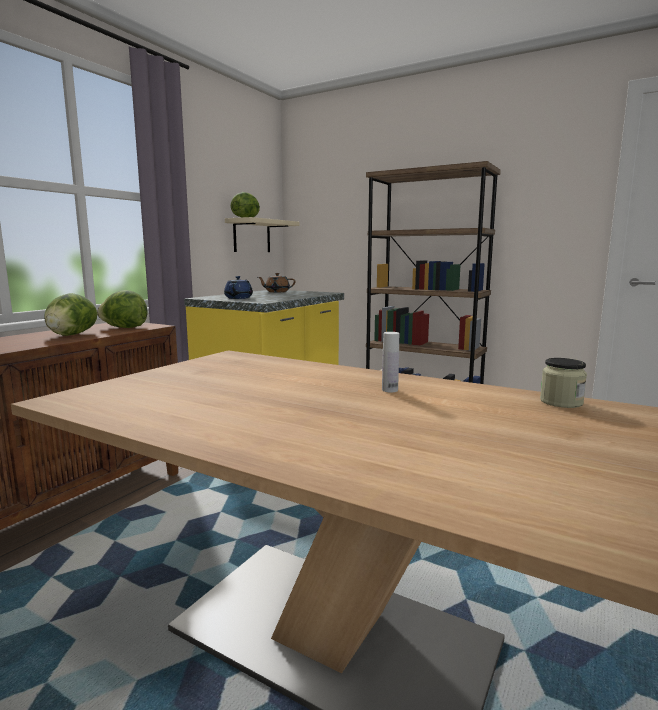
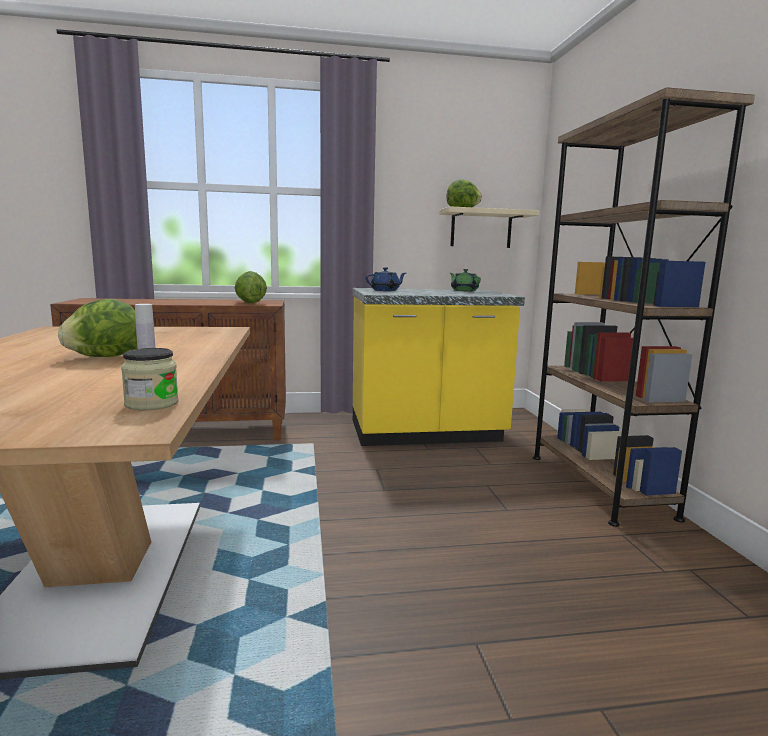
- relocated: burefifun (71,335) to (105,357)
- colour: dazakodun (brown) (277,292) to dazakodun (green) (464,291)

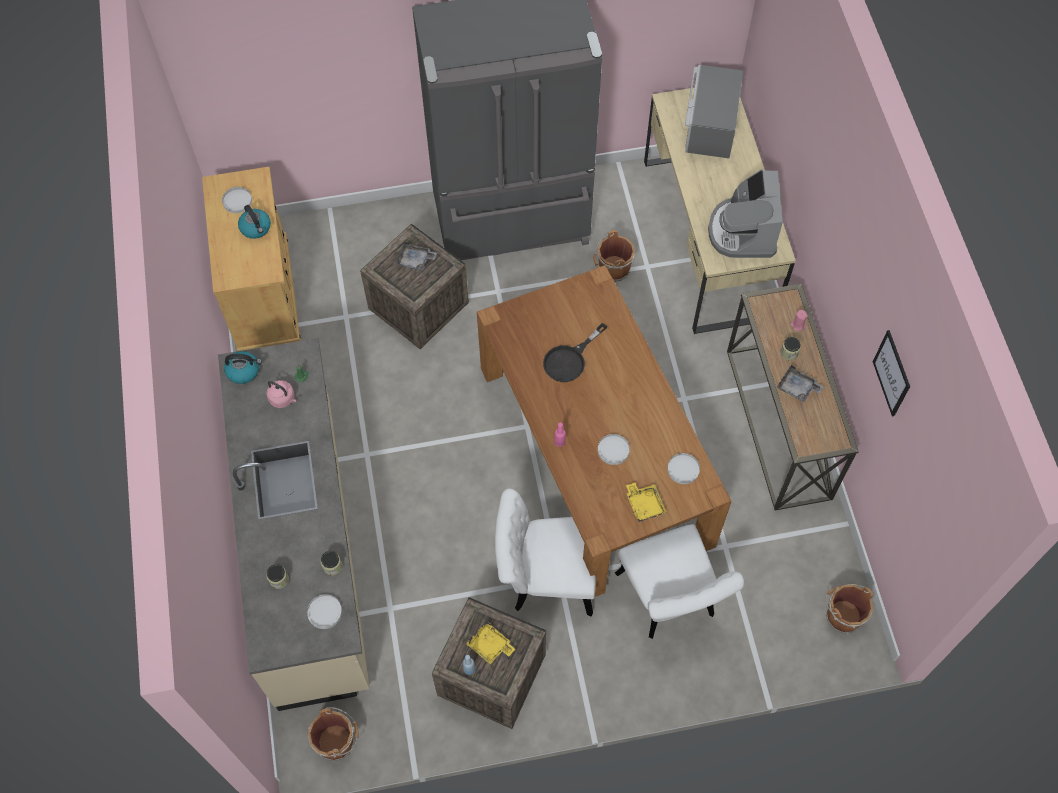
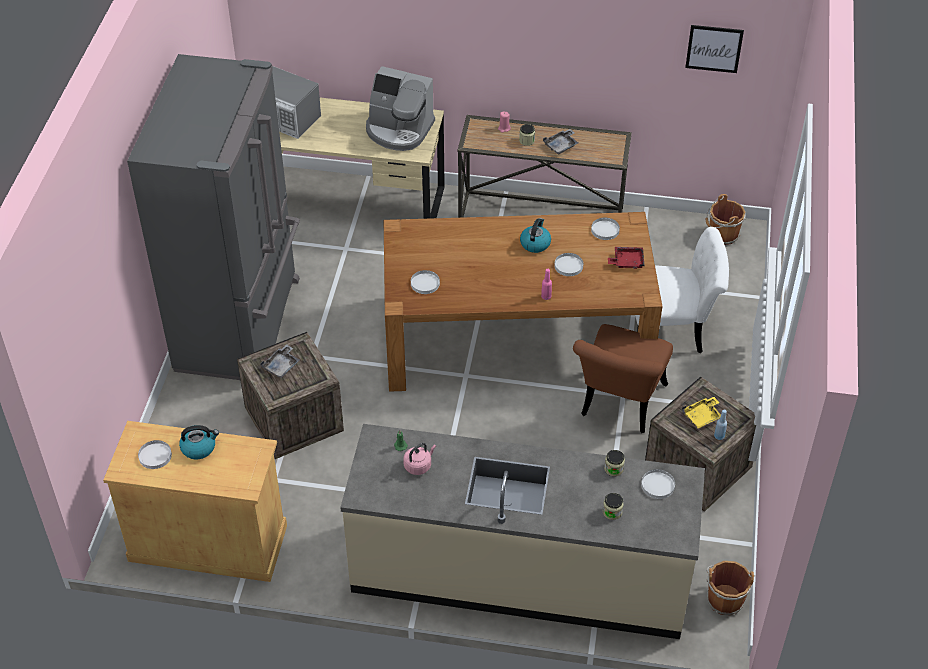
- relocated: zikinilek (244,371) to (535,243)
- colour: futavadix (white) (544,577) to futavadix (brown) (619,405)
- missing: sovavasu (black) (569,360)
- missing: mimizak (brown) (612,269)
- colour: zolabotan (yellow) (644,504) to zolabotan (red) (627,261)
- relocated: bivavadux (891,373) to (714,48)
- appeared: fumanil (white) (425,283)

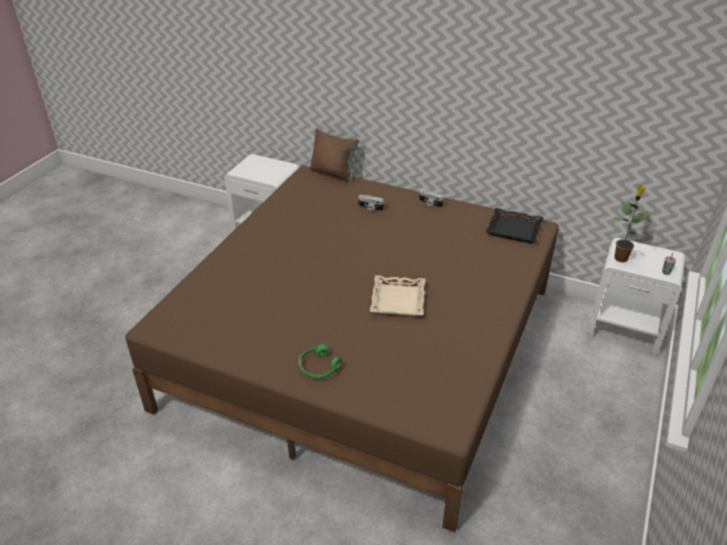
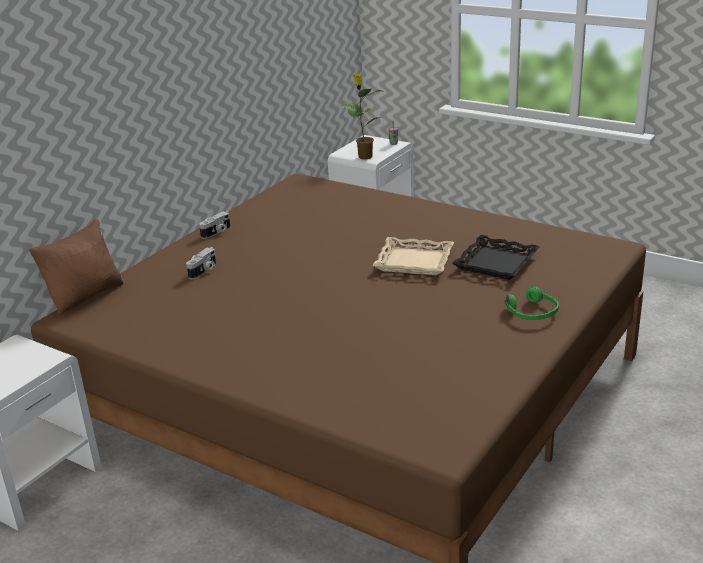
- relocated: zolabotan (black) (513,230) to (496,263)

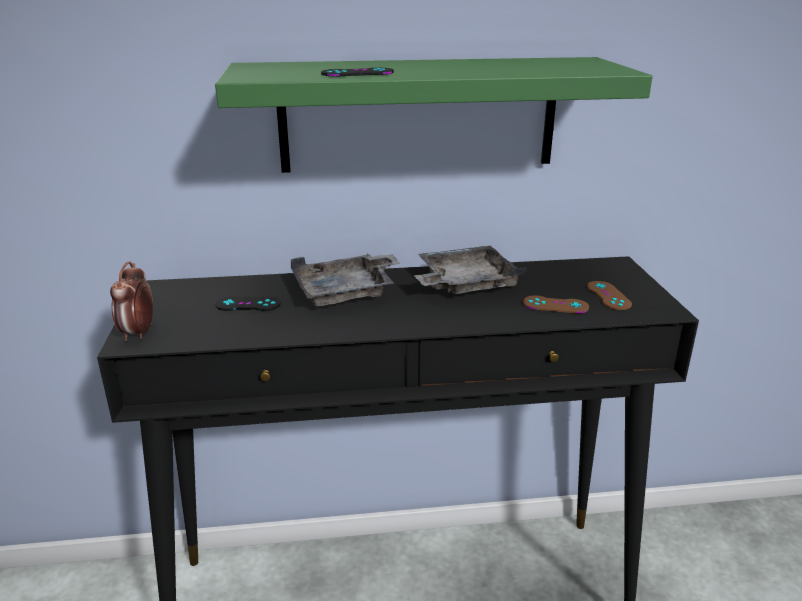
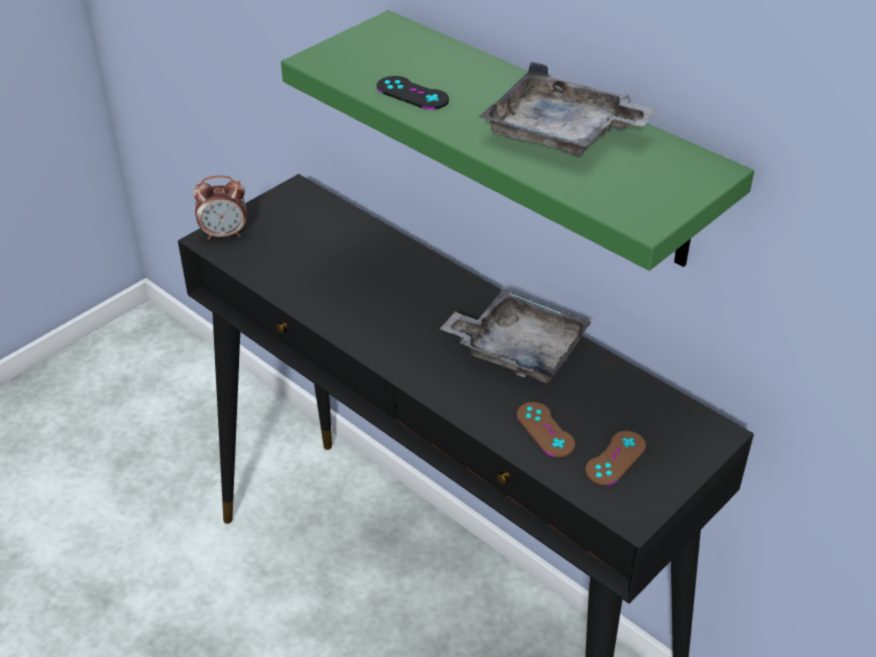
- spun: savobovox (138,333) = (224,234) 150 degrees counterclockwise
- missing: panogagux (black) (248,304)
- relocated: zolabotan (grey) (346,293) to (561,133)

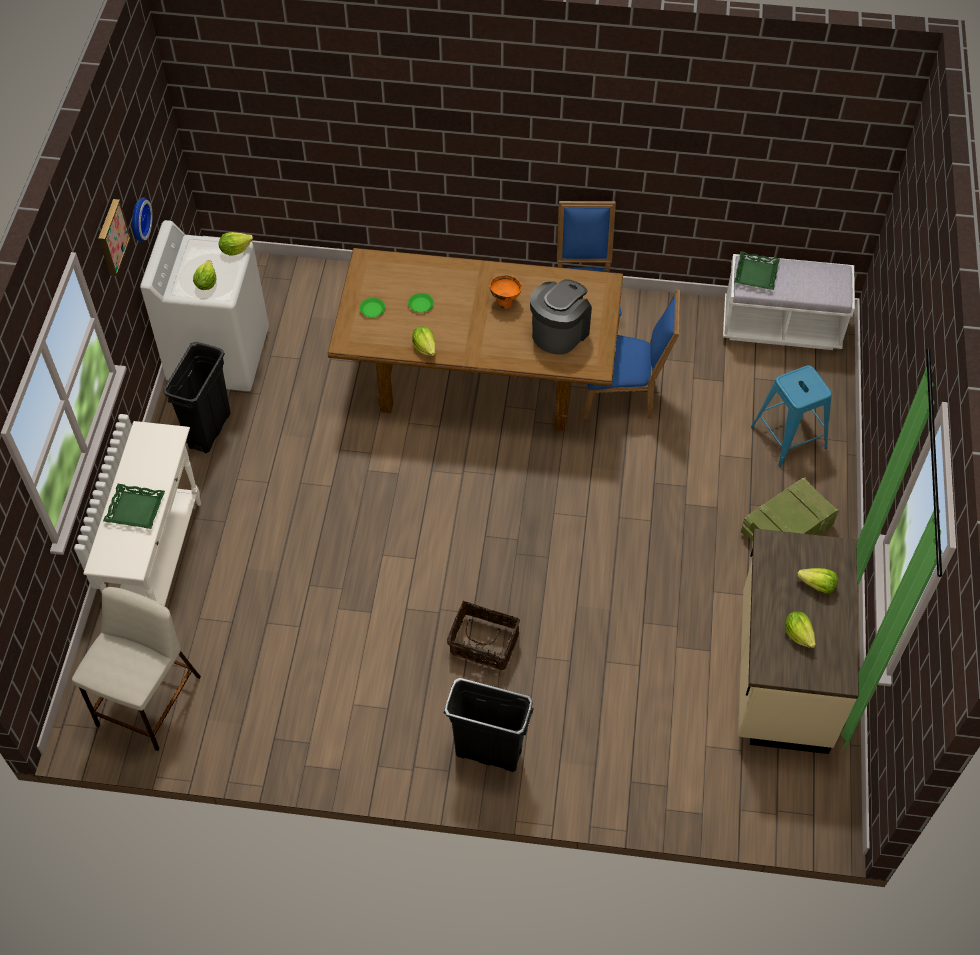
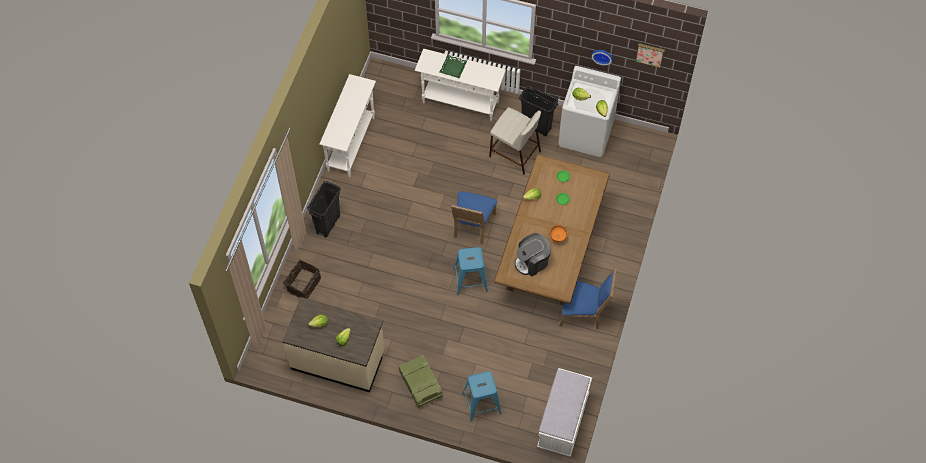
- relocated: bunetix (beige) (148,702) to (514,153)
- relocated: bivavadux (111,237) to (650,54)
- relocated: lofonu (483,645) to (303,284)
- spun: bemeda (559,332) = (532,262) 105 degrees clockwise
- relocated: futavadix (blue) (623,395) to (472,227)
- missing: zolabotan (green) (755,274)
- appeared: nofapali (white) (351,144)
- appeared: bunetix (blue) (470,279)

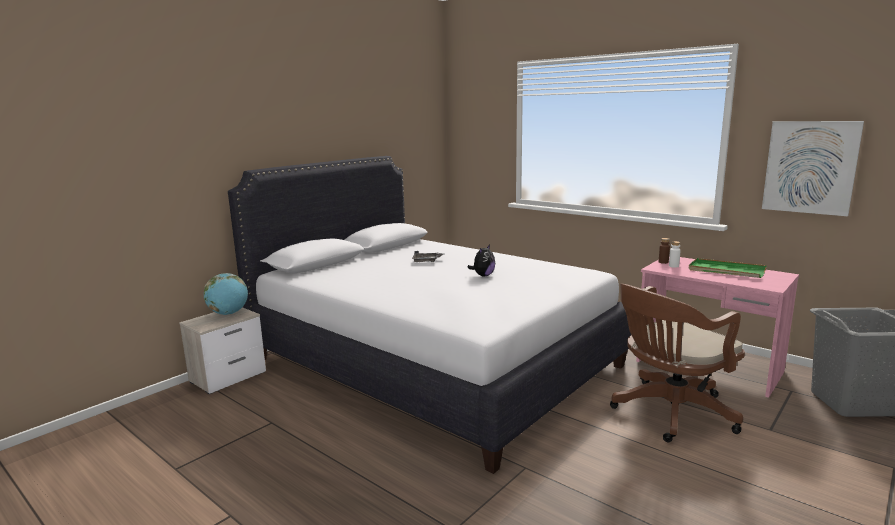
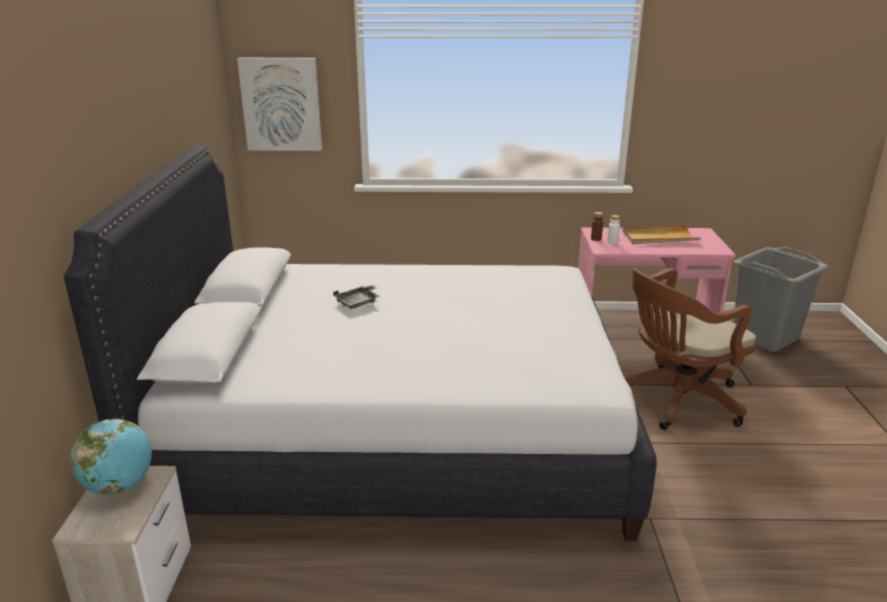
- missing: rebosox (483,275)
- spun: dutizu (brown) (669,413) = (675,400) 45 degrees clockwise
- colour: zolabotan (green) (726,271) to zolabotan (beige) (659,238)
- relocated: bivavadux (810,167) to (281,104)

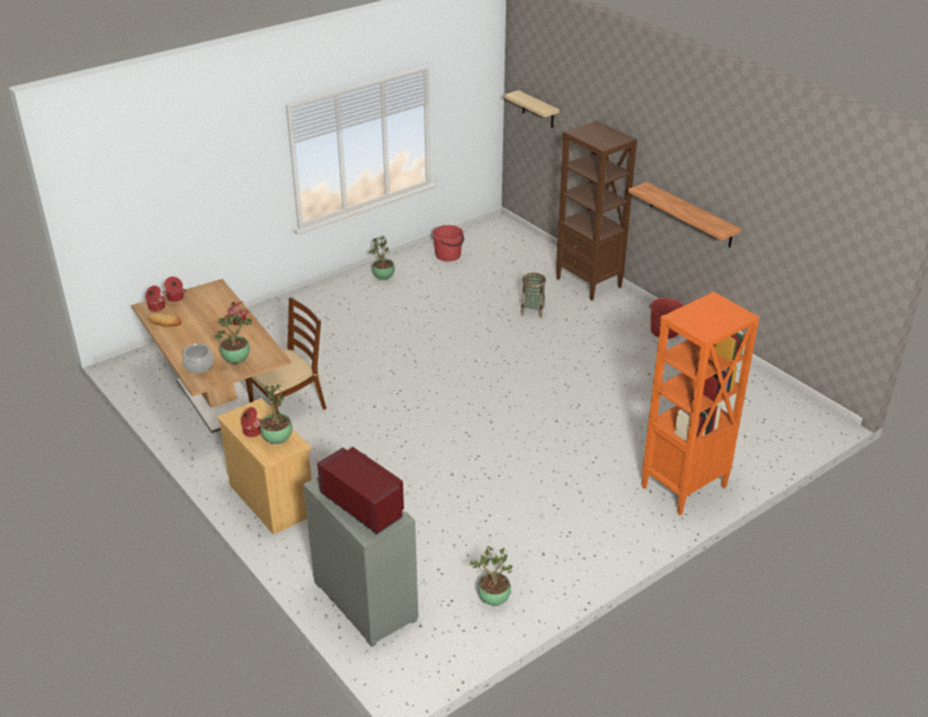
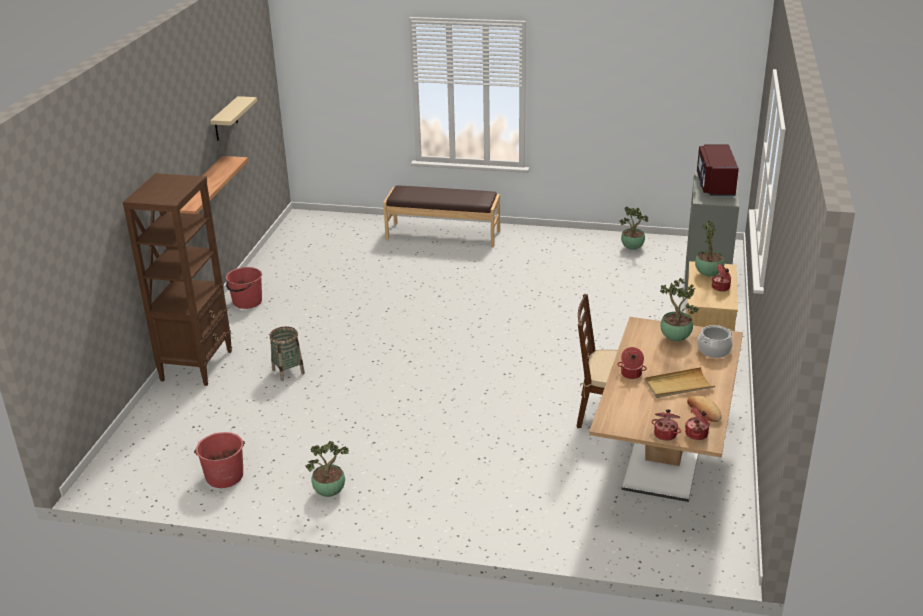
- relocated: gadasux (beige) (538,109) to (225,119)
- exchanged: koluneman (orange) (683,487) to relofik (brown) (443,234)
- appeared: zolabotan (beige) (678,385)

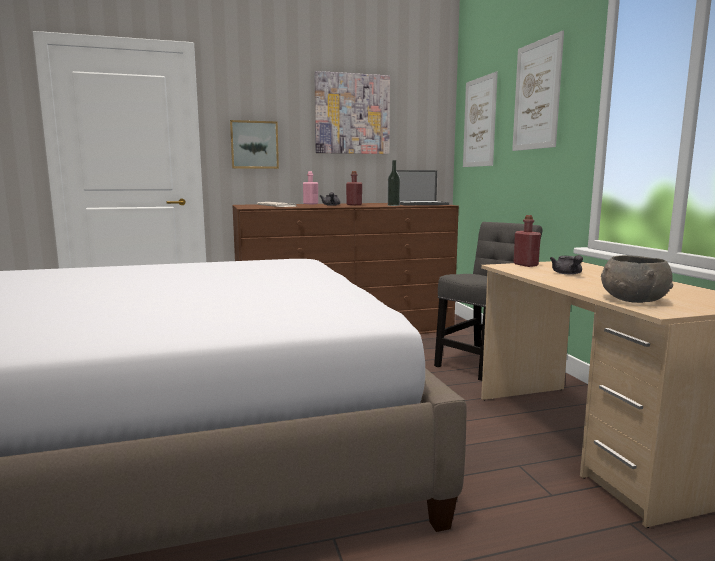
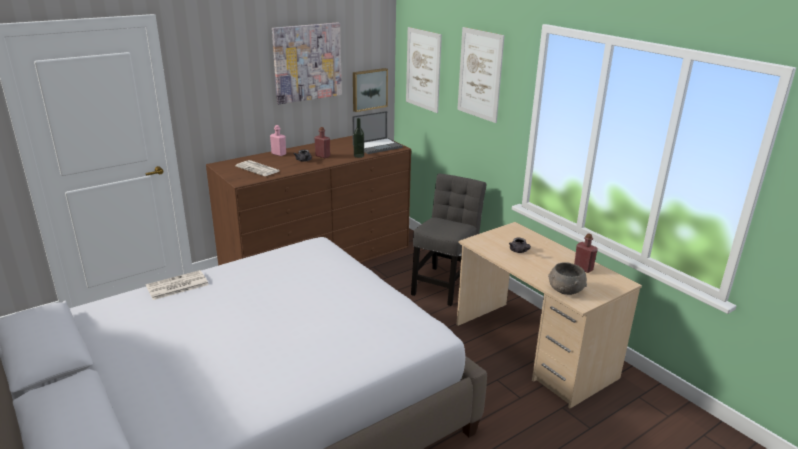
- relocated: bivavadux (254,145) to (369,89)
- relocated: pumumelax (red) (525,265) to (583,268)
- appeared: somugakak (176,286)

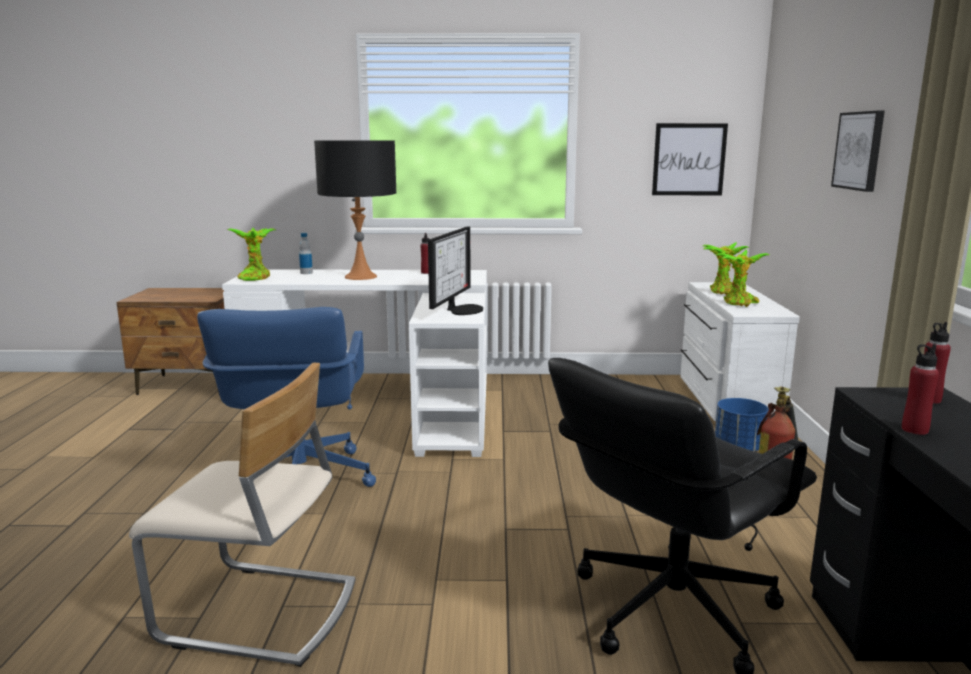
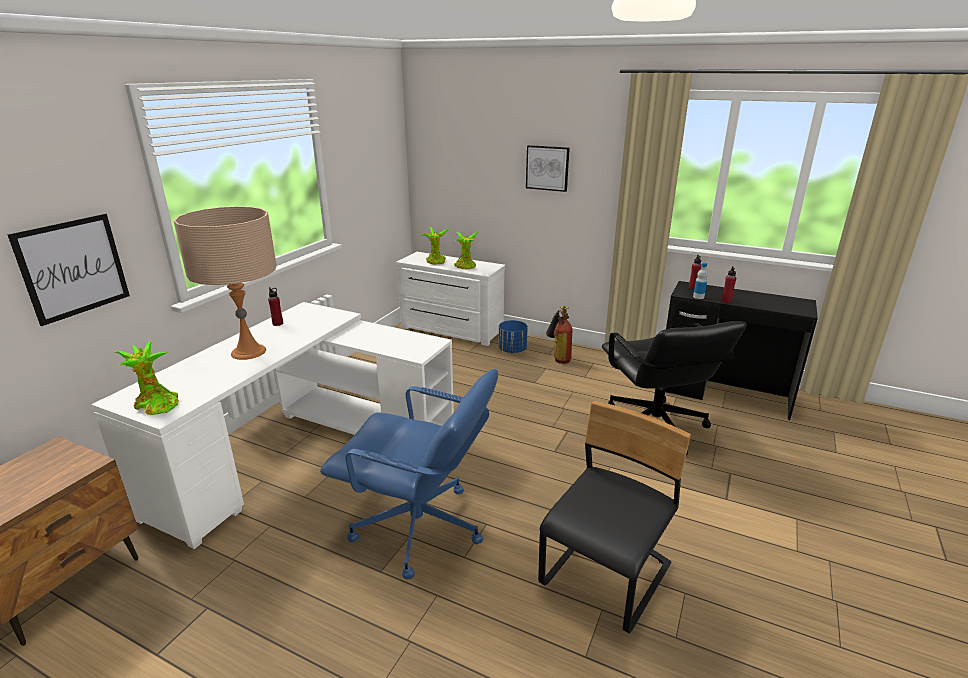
- colour: futavadix (beige) (258,613) to futavadix (black) (607,577)
- relocated: pumumelax (306,273) to (698,297)
- colour: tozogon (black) (360,277) to tozogon (beige) (248,352)
- missing: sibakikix (462,309)
- relocated: bivavadux (689,159) to (73,267)

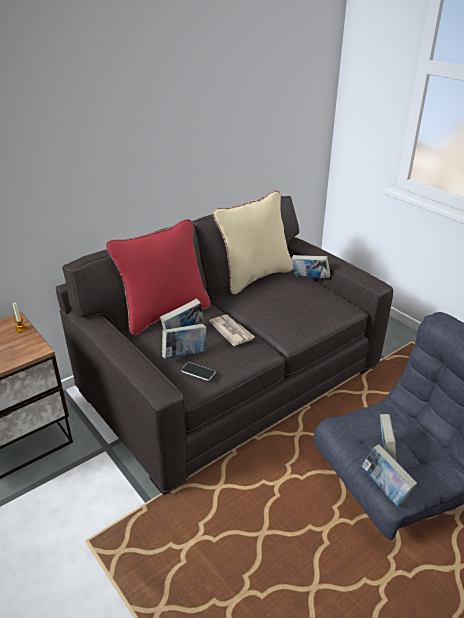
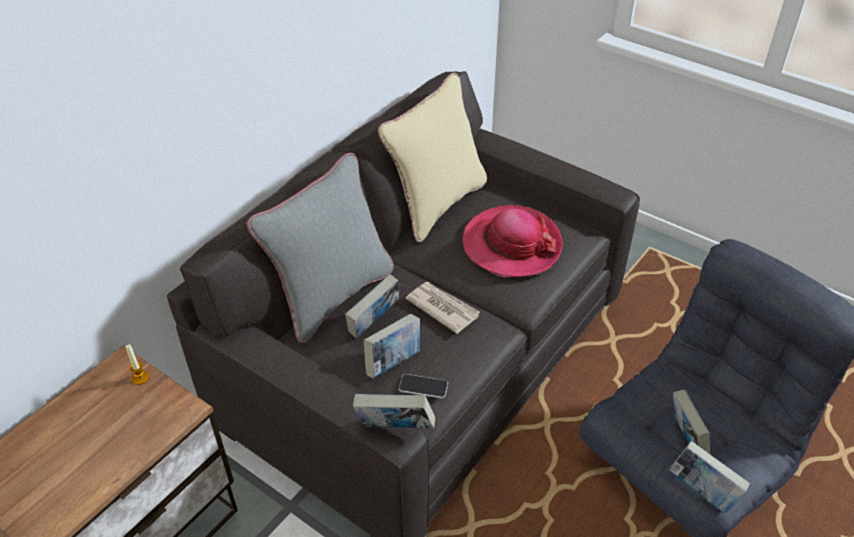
- colour: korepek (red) (164,313) to korepek (grey) (332,295)
- relocated: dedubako (309,279) to (395,429)
- appeared: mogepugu (511,244)

